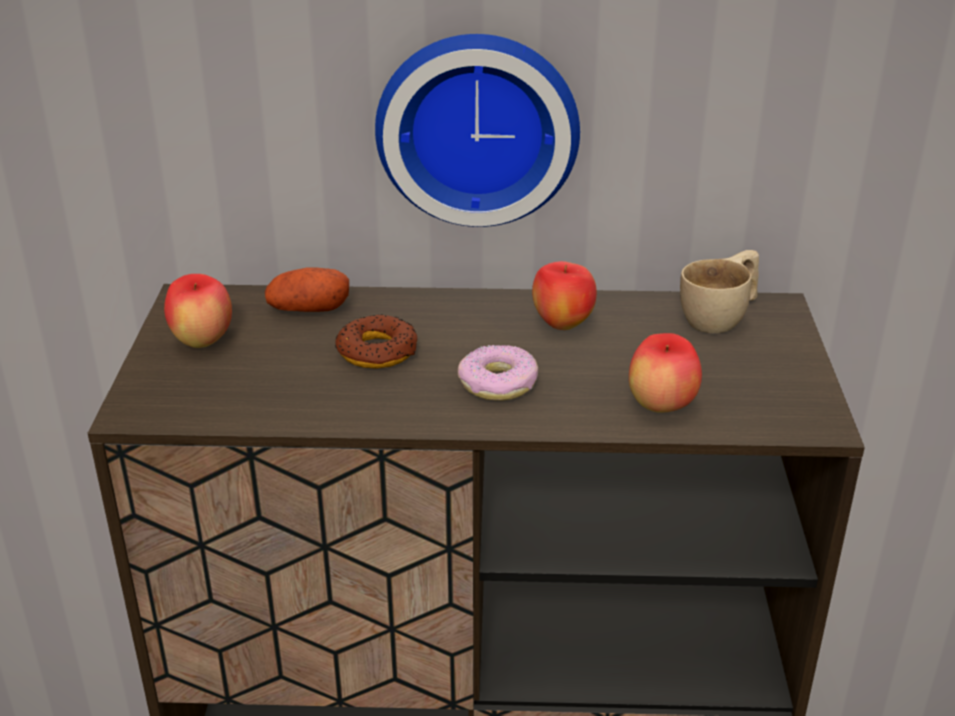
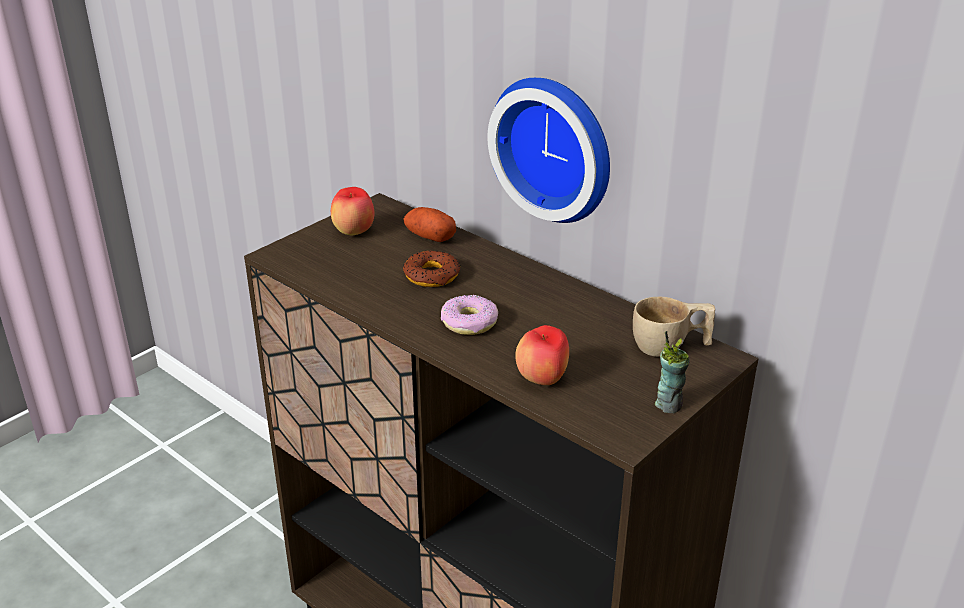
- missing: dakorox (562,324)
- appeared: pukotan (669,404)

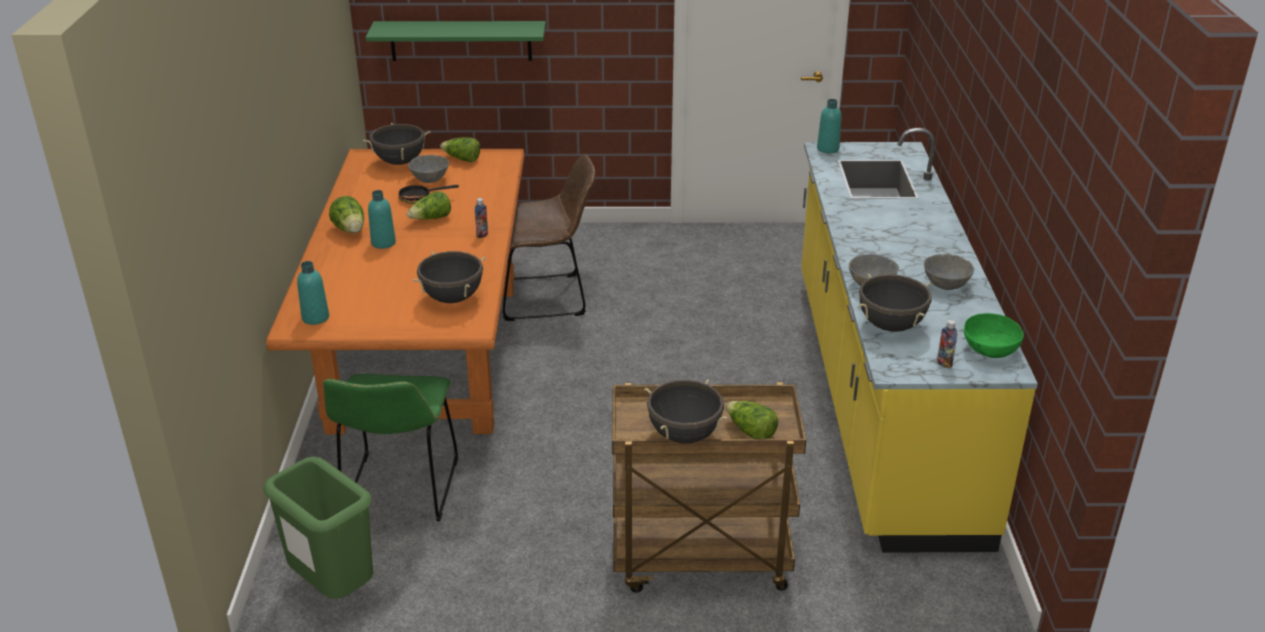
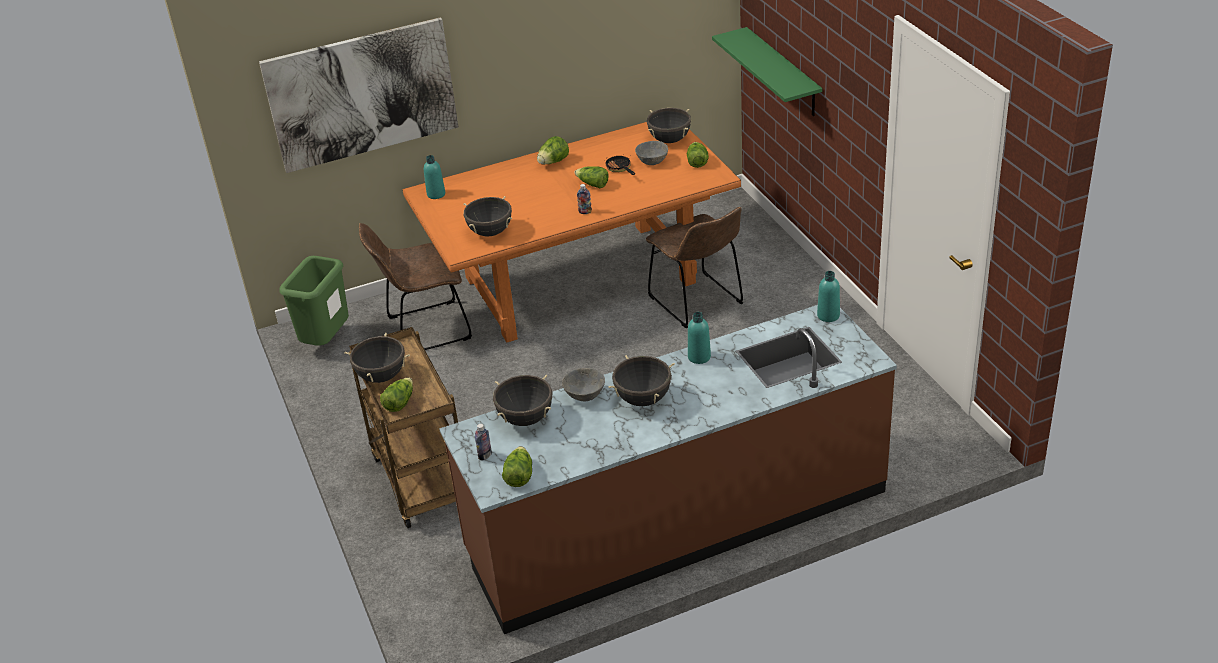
- colour: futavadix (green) (399,492) to futavadix (brown) (424,330)
- relocated: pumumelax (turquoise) (383,243) to (699,357)
- colour: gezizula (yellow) (881,398) to gezizula (brown) (677,522)
- missing: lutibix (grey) (946,285)
- exchanged: lutibix (green) (990,349) to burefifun (518,475)
- appeared: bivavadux (362,94)
- appeared: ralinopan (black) (643,399)

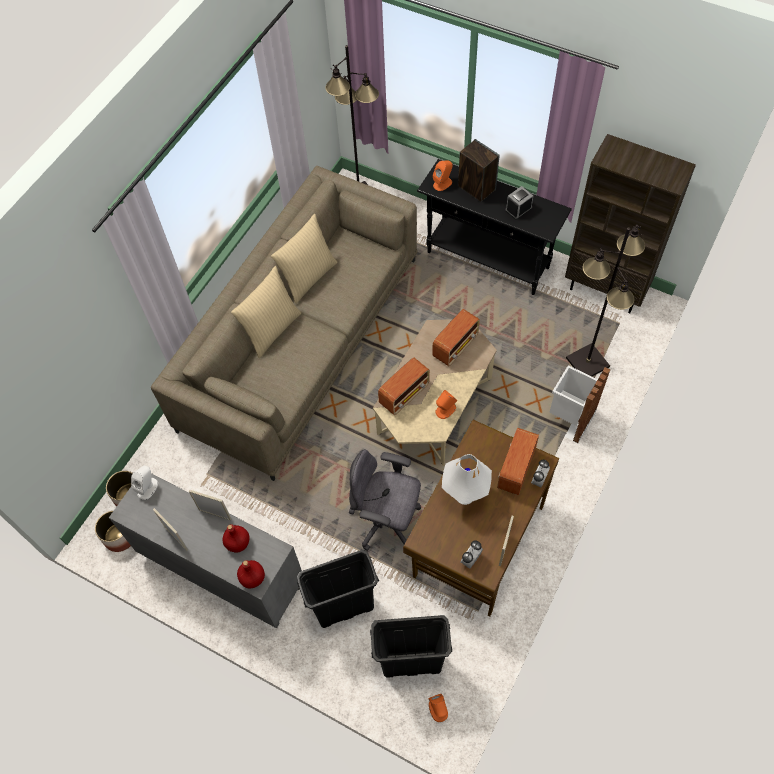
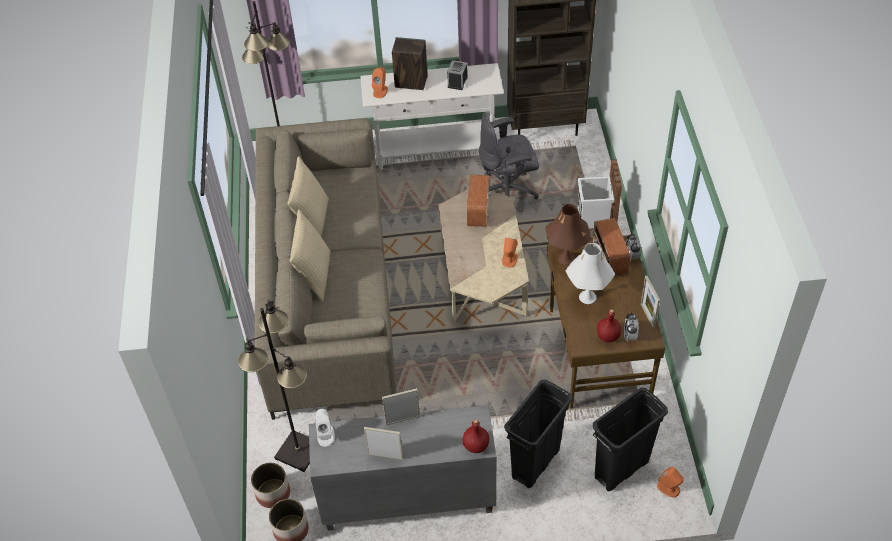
- relocated: pumumelax (red) (237,543) to (608,337)
- relocated: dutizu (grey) (386,520) to (507,192)
- missing: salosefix (405,394)
- colour: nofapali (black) (488,260) to nofapali (white) (435,151)
- relocated: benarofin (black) (588,362) to (299,451)
- appeared: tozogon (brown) (566,258)

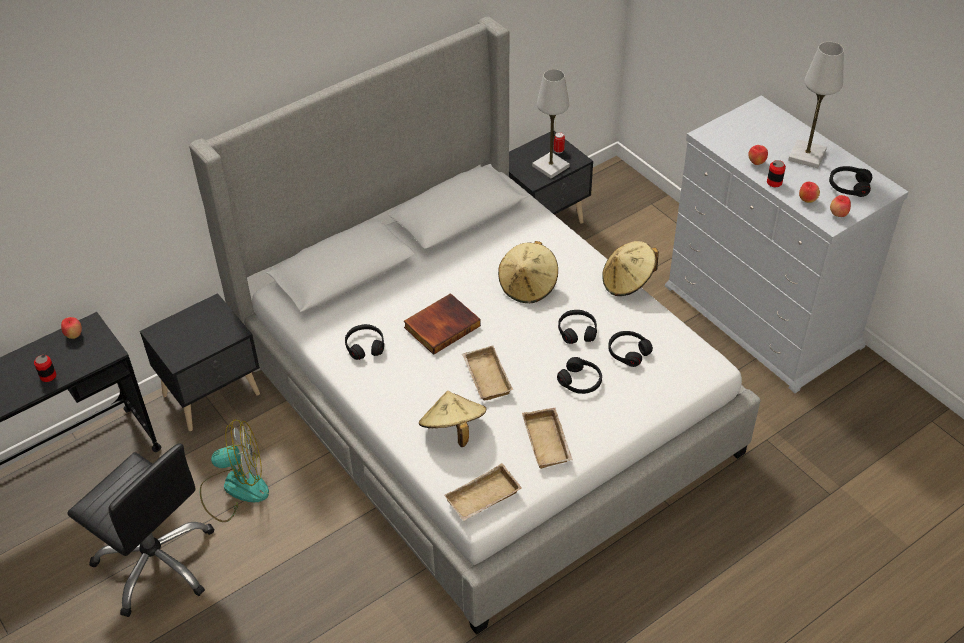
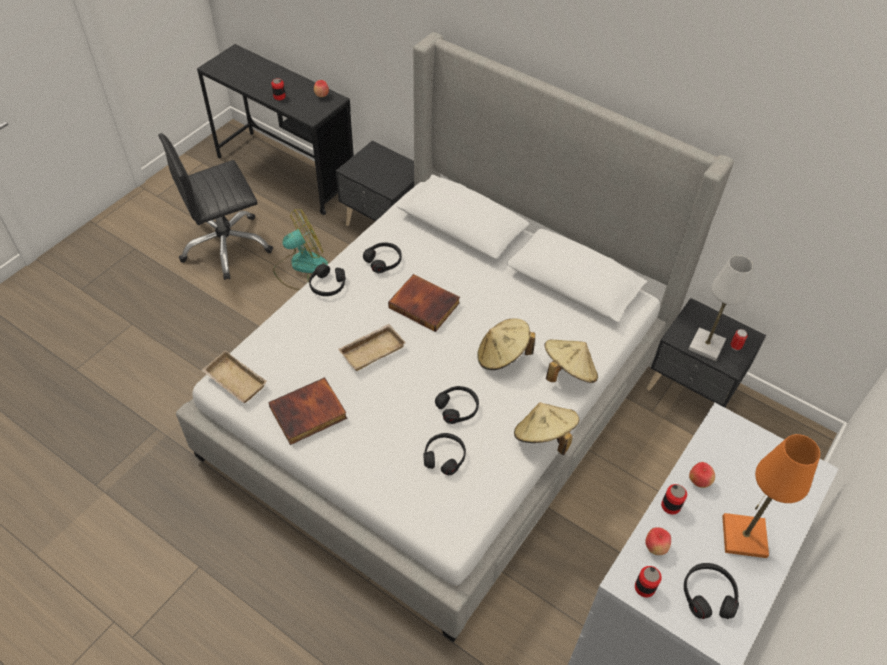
- spun: dutizu (black) (156,562) = (226,246) 45 degrees clockwise
- spun: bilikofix (234,488) = (300,266) 90 degrees counterclockwise
- relocated: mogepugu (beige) (453,430) to (568,372)
- exchanged: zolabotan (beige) (548,442) to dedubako (308,414)
- relocated: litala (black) (580,381) to (327,285)
- colour: tozogon (white) (807,155) to tozogon (orange) (744,537)
- exchanged: dakorox (838,214) to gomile (644,587)

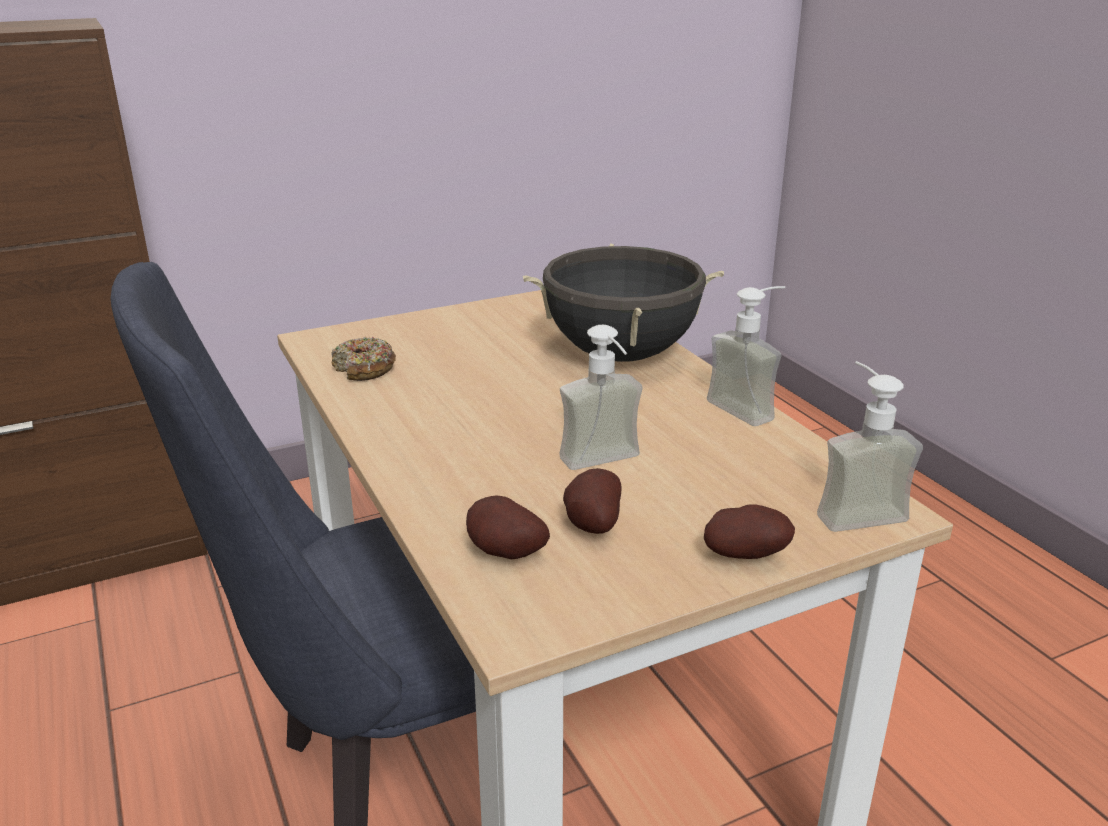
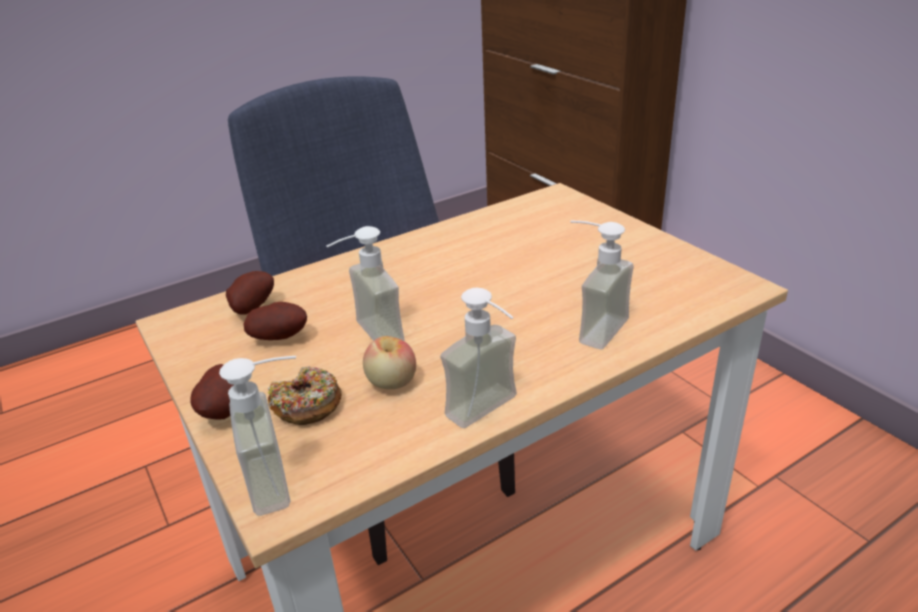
- relocated: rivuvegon (364,369) to (307,405)
- exchanged: ralinopan (black) (621,354) to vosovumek (591,327)
- appeared: dakorox (392,382)

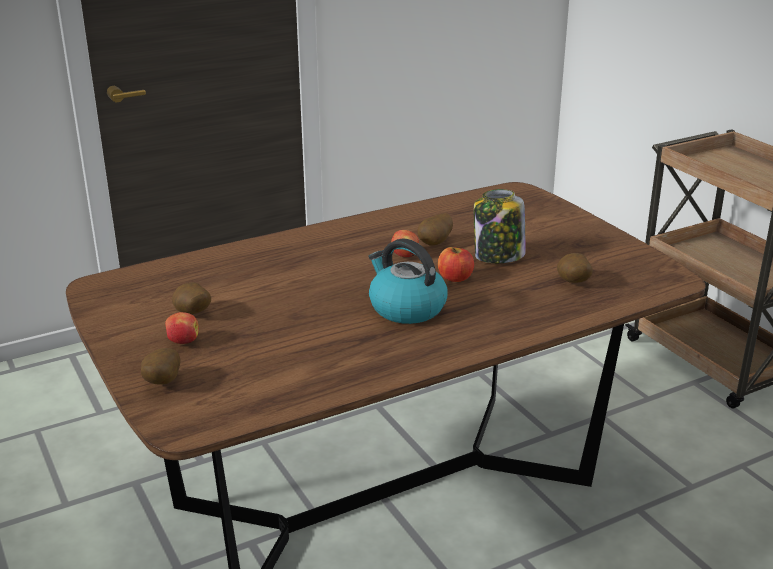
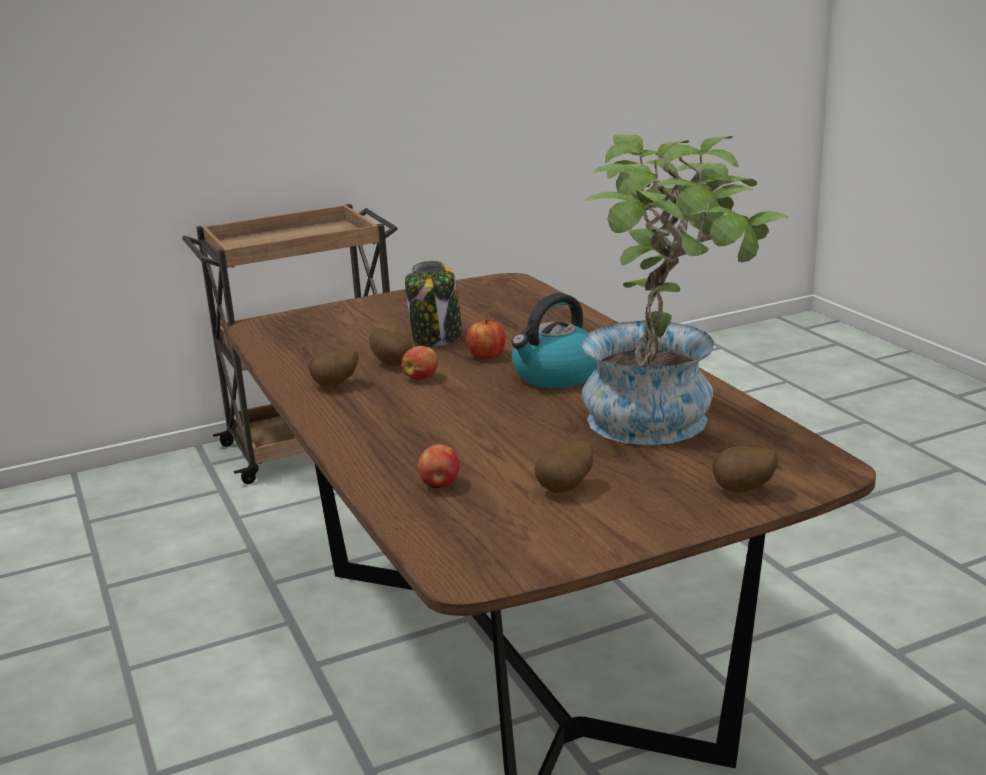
- relocated: dakorox (182,341) to (439,485)
- relocated: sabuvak (572,283) to (335,385)
- appeared: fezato (667,421)

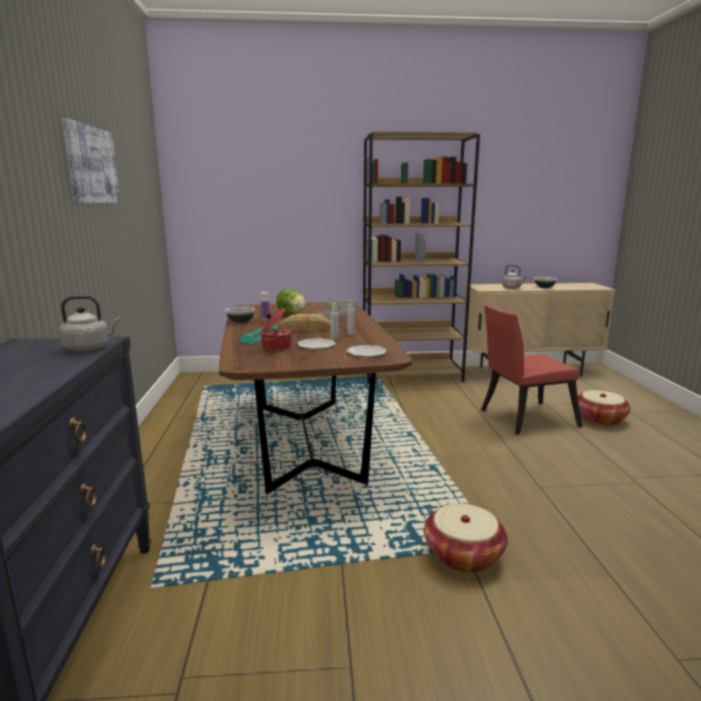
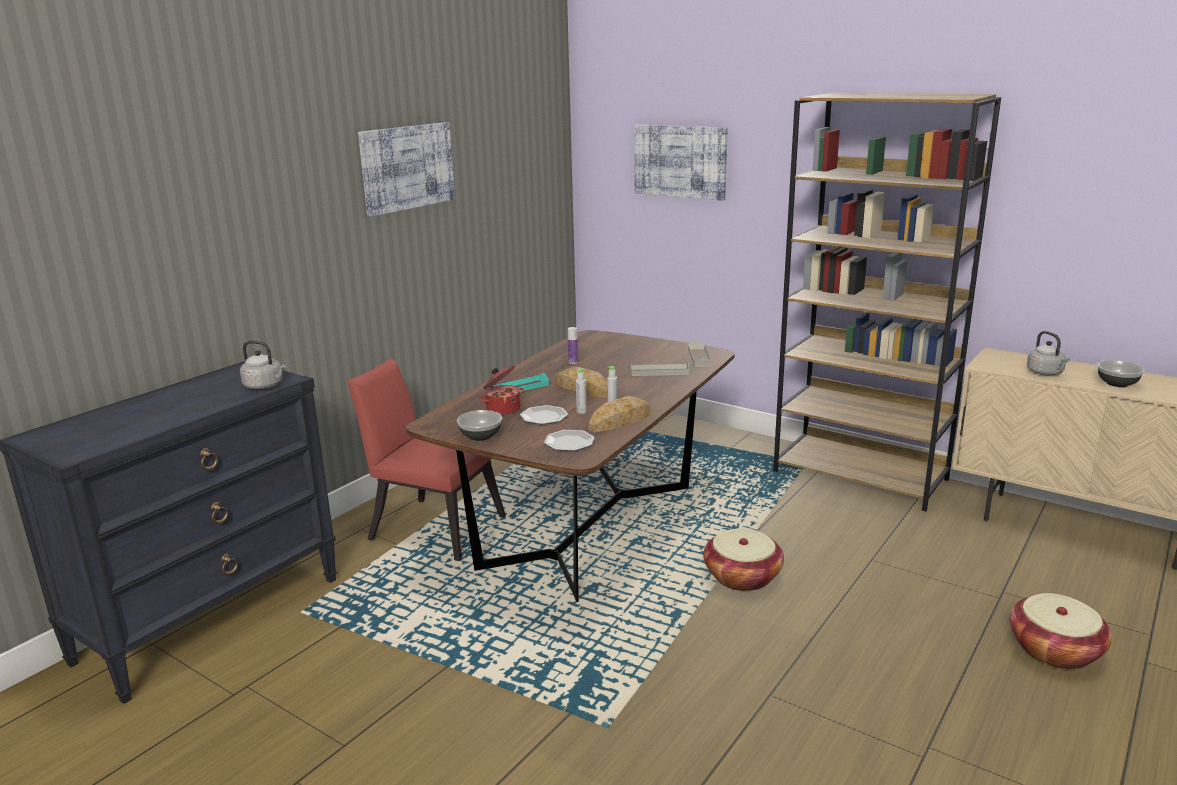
- relocated: lutibix (240,321) to (480,436)
- missing: burefifun (291,314)
- relocated: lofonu (463,555) to (742,577)
- relocated: futavadix (red) (523,418) to (431,526)
- appeared: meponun (620,421)
- appeared: bivavadux (680,161)

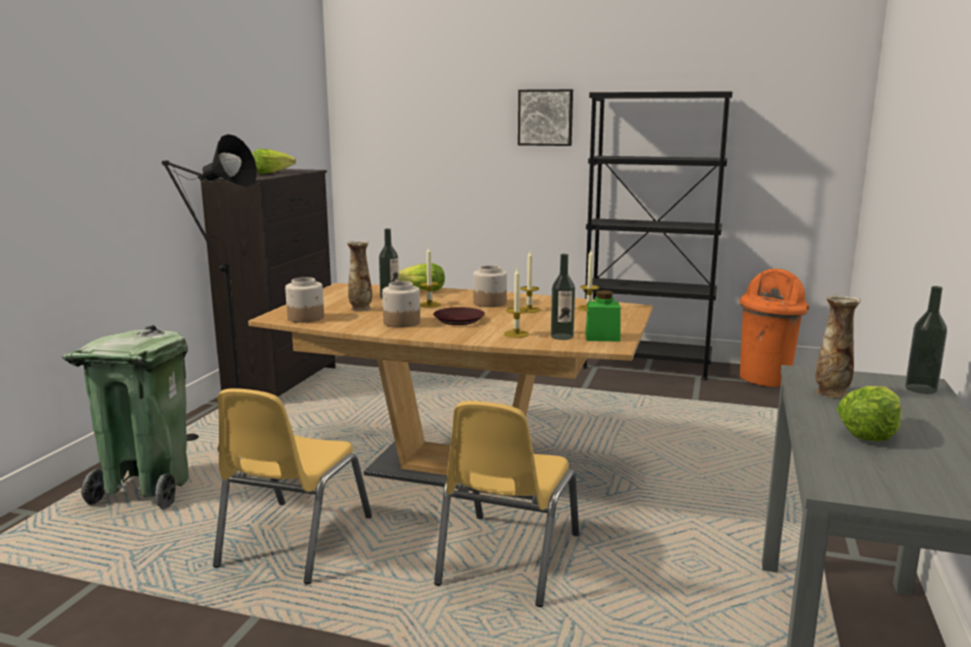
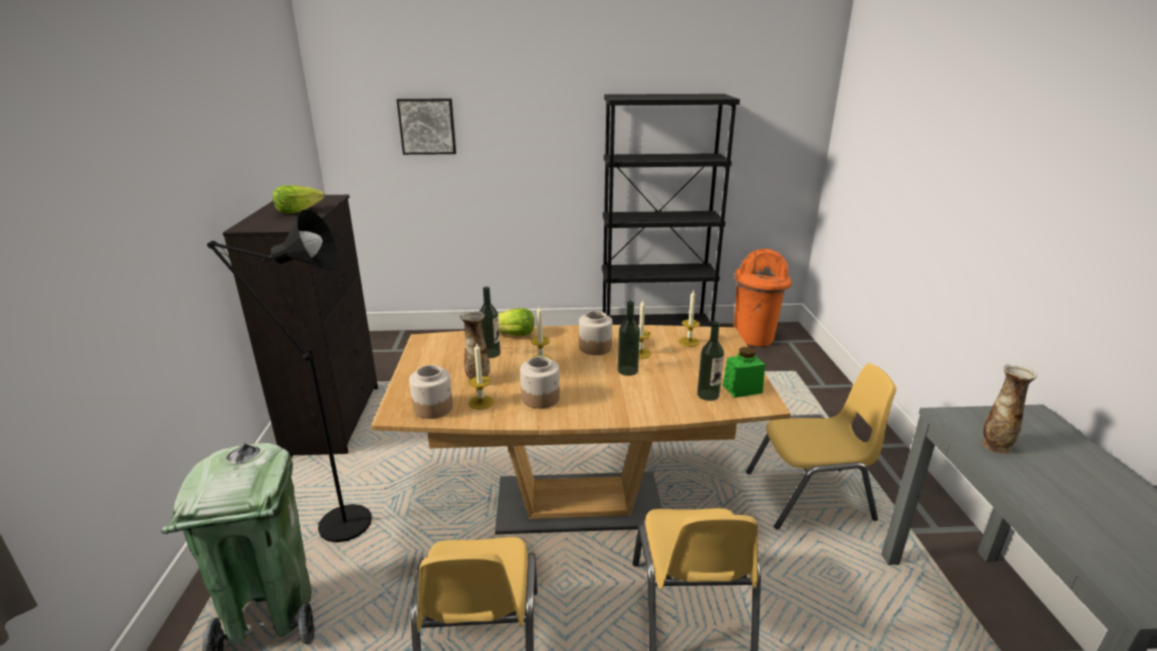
- missing: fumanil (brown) (459,320)
- relocated: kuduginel (516,334) to (481,402)
- relocated: bivavadux (545,117) to (427,126)
- missing: burefifun (869,432)
- relocated: pumumelax (920,389) to (627,370)
- appeared: futavadix (yellow) (810,497)

